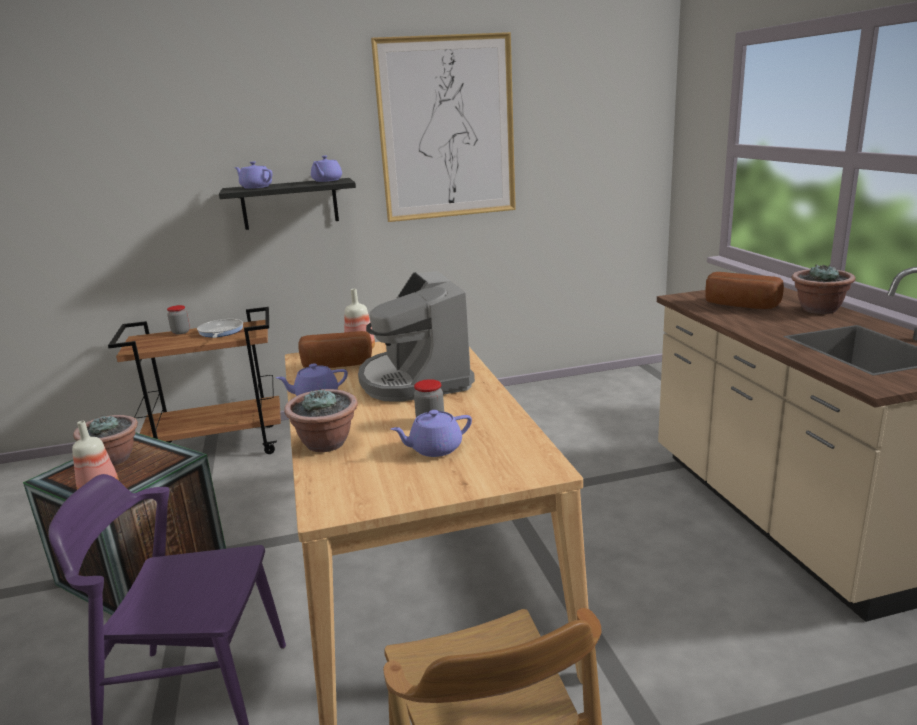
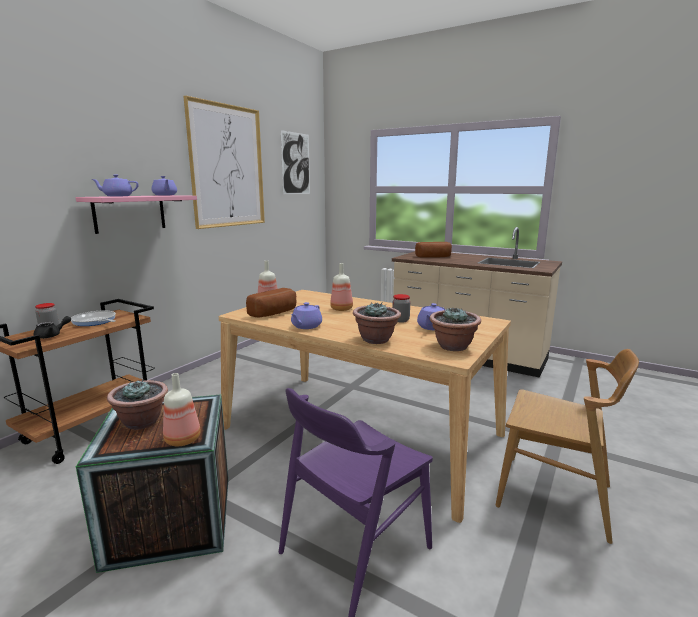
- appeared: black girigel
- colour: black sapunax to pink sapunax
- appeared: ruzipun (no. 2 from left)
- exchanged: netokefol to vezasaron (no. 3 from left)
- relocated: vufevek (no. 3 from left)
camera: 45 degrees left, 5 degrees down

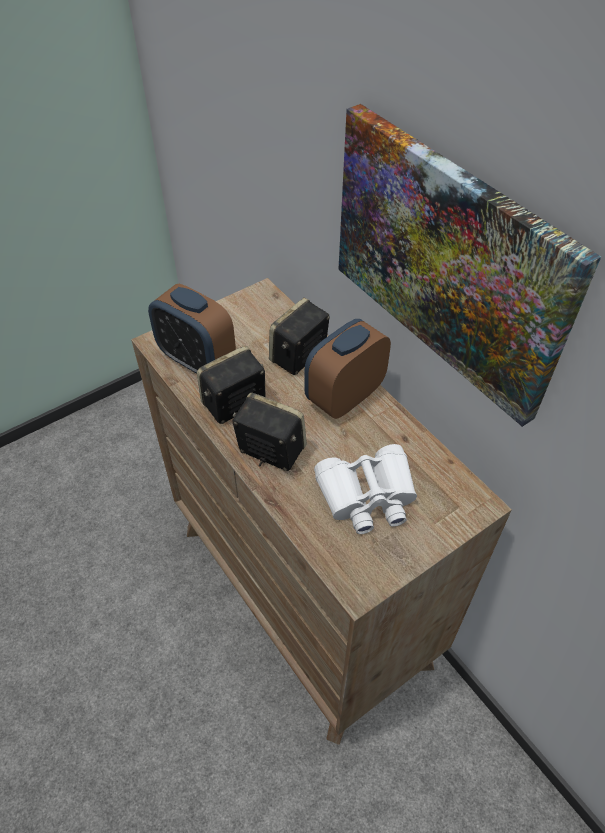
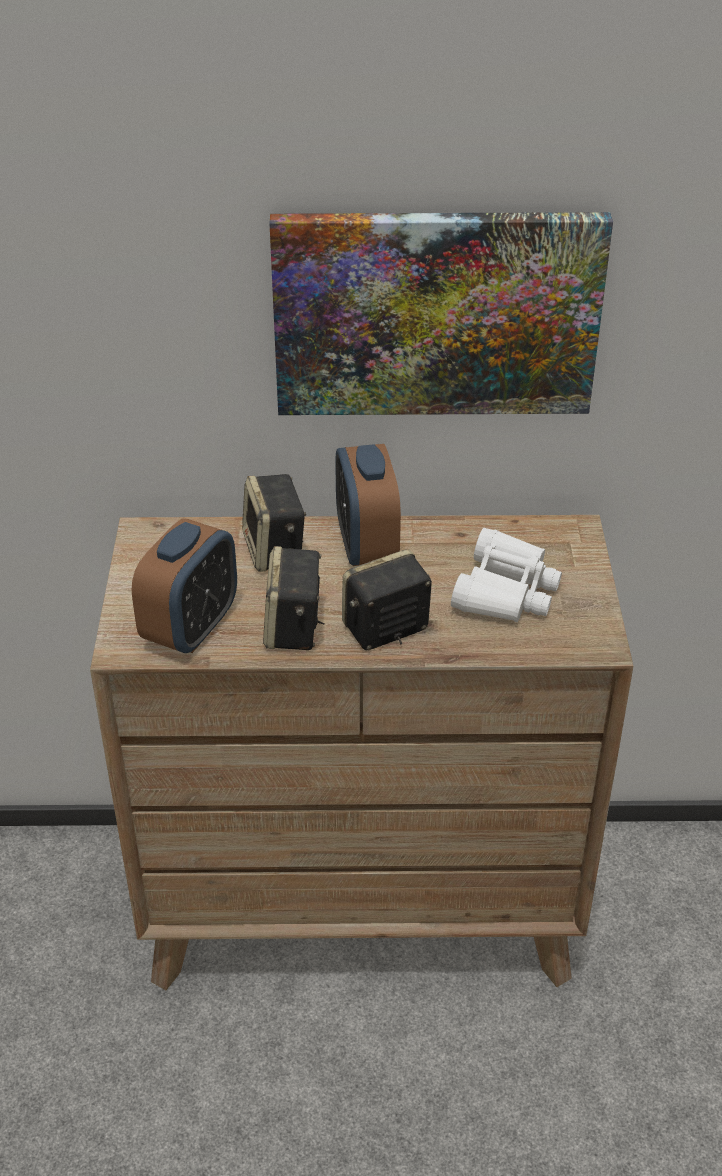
- spun: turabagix (no. 1 from left) 45 degrees counterclockwise
camera: 55 degrees left, 10 degrees down

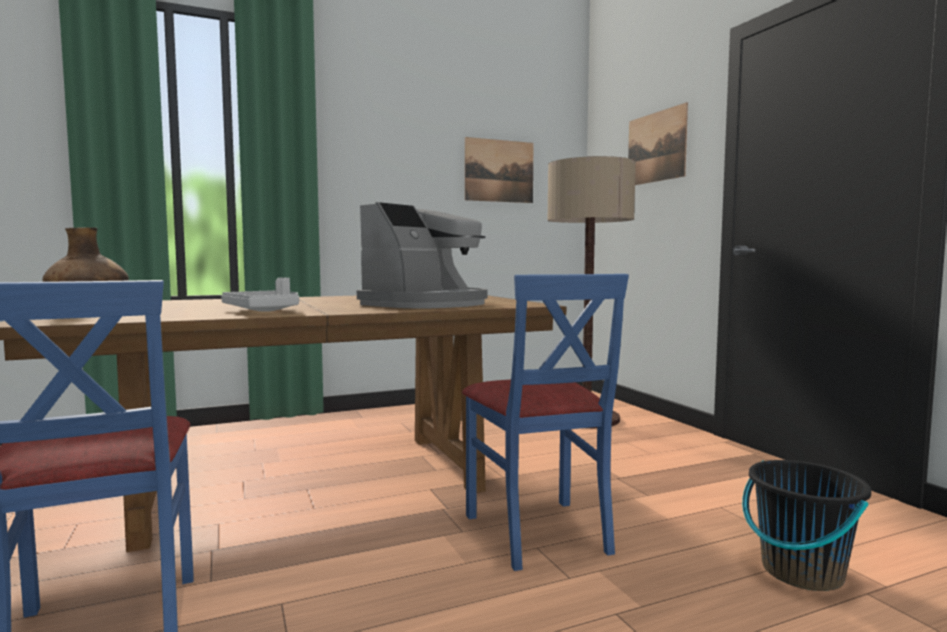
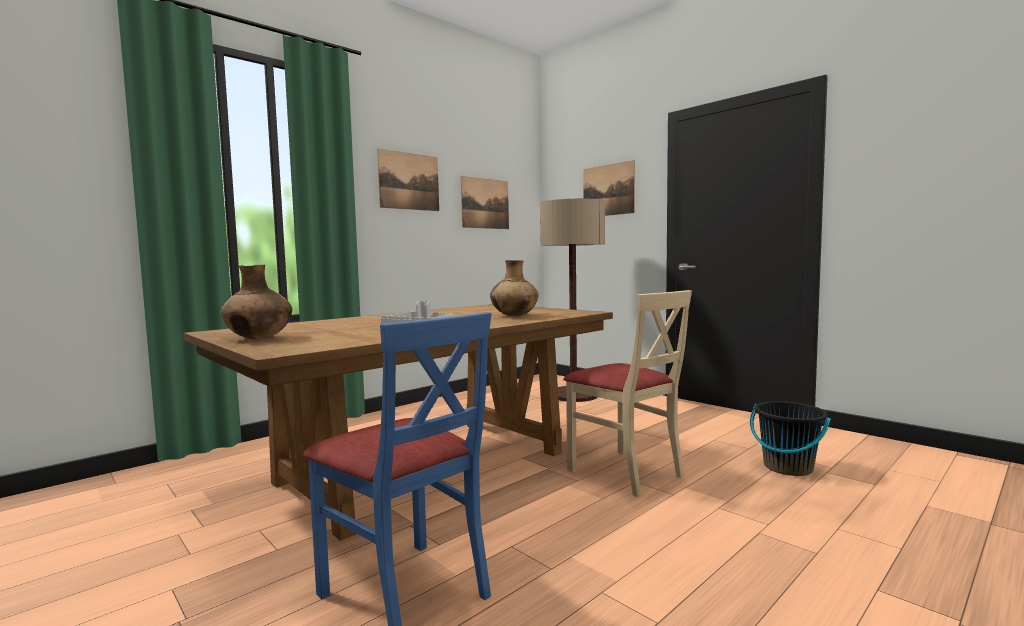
- appeared: ruzipun (no. 1 from left)
- exchanged: netokefol to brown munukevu (no. 2 from left)
- colour: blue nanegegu (no. 2 from left) to beige nanegegu
camera: 20 degrees left, 0 degrees up

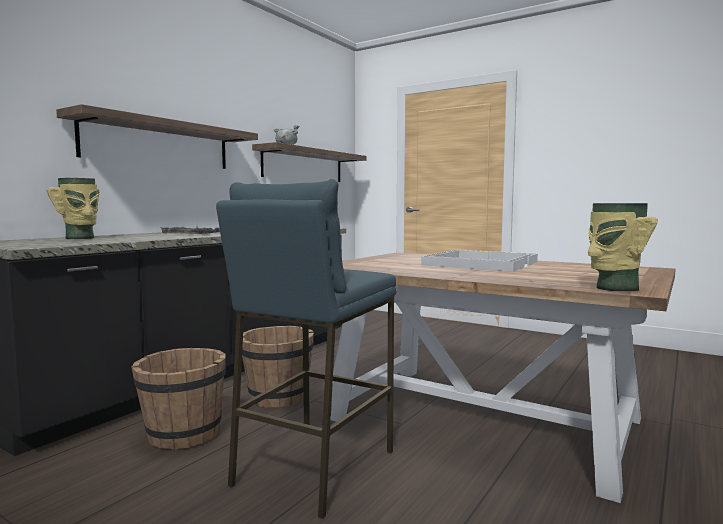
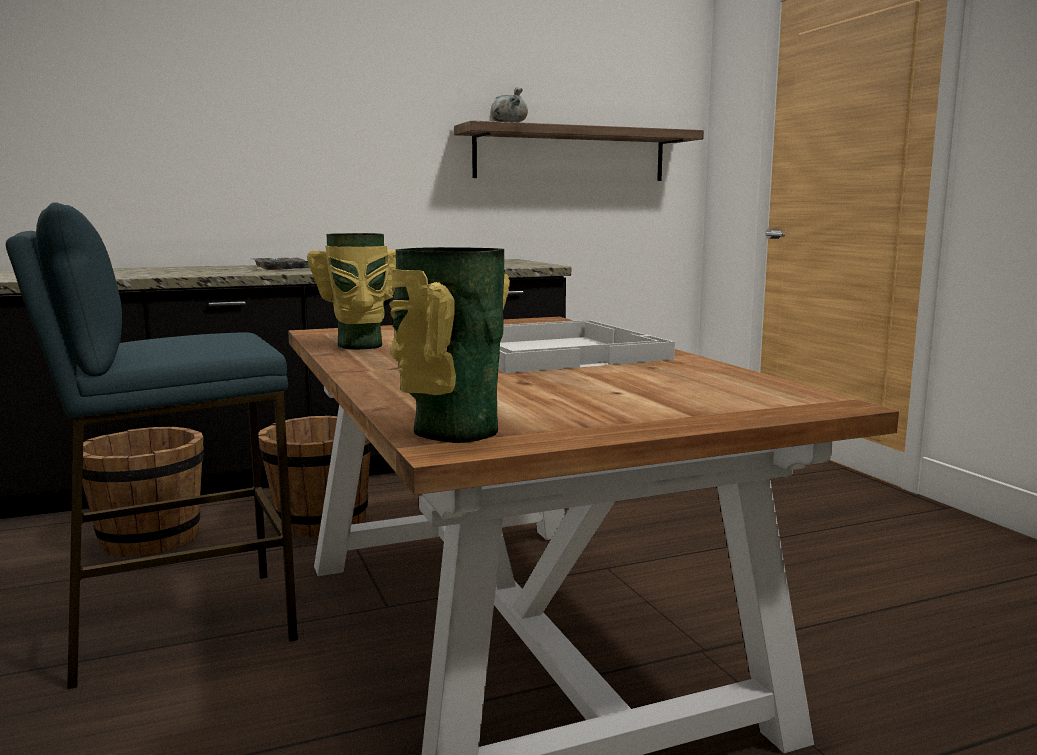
- relocated: munukevu (no. 1 from left)
- missing: sapunax (no. 1 from left)
camera: 35 degrees right, 5 degrees up

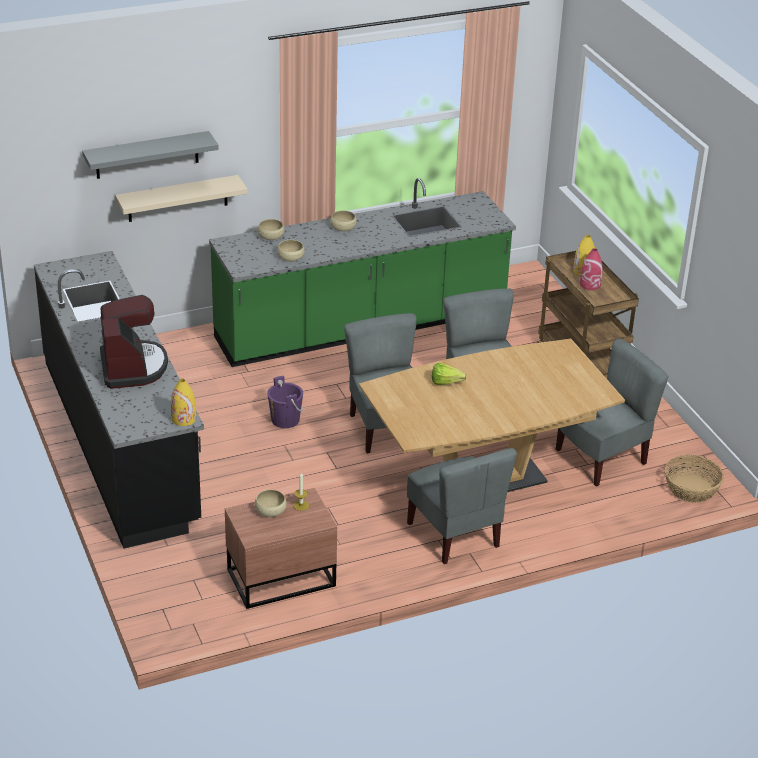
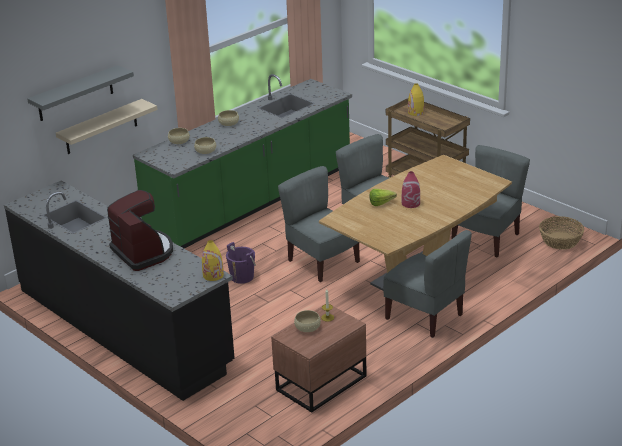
- relocated: red munukevu
camera: 20 degrees left, 5 degrees down

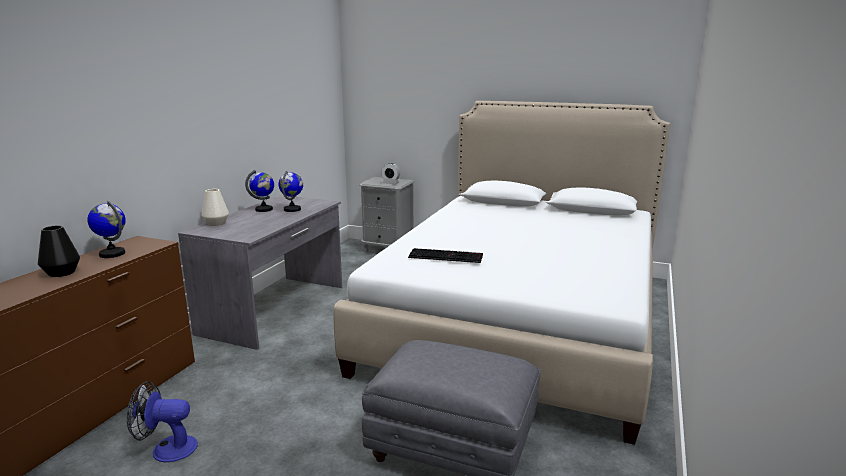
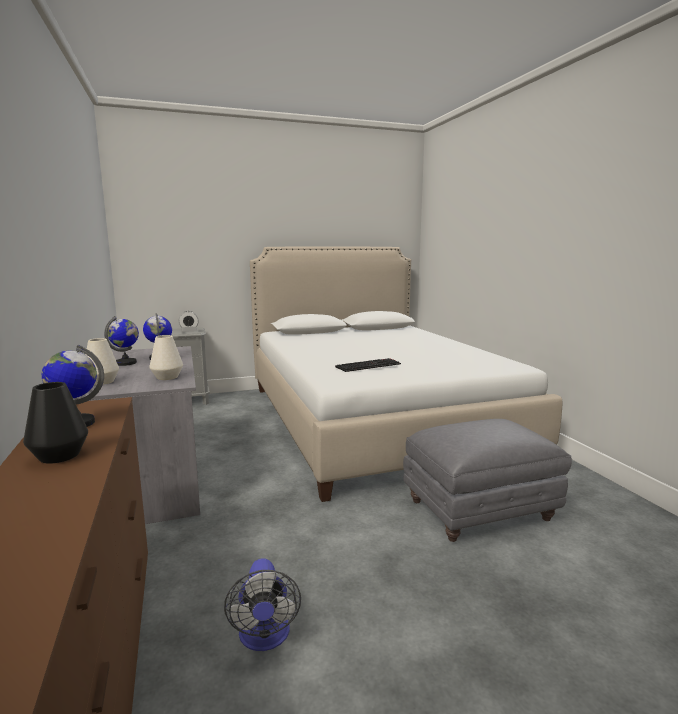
- appeared: white munukevu (no. 2 from left)
- spun: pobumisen 60 degrees counterclockwise
camera: 40 degrees left, 5 degrees down

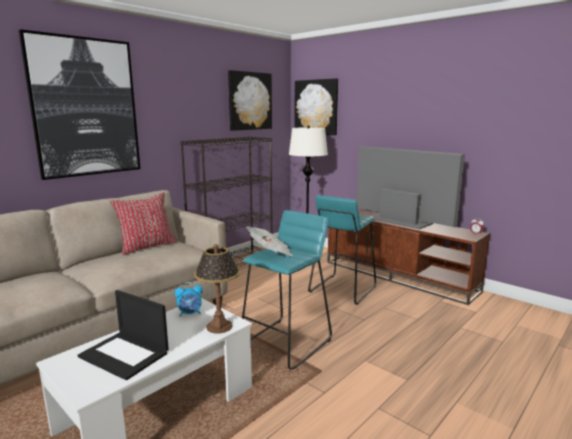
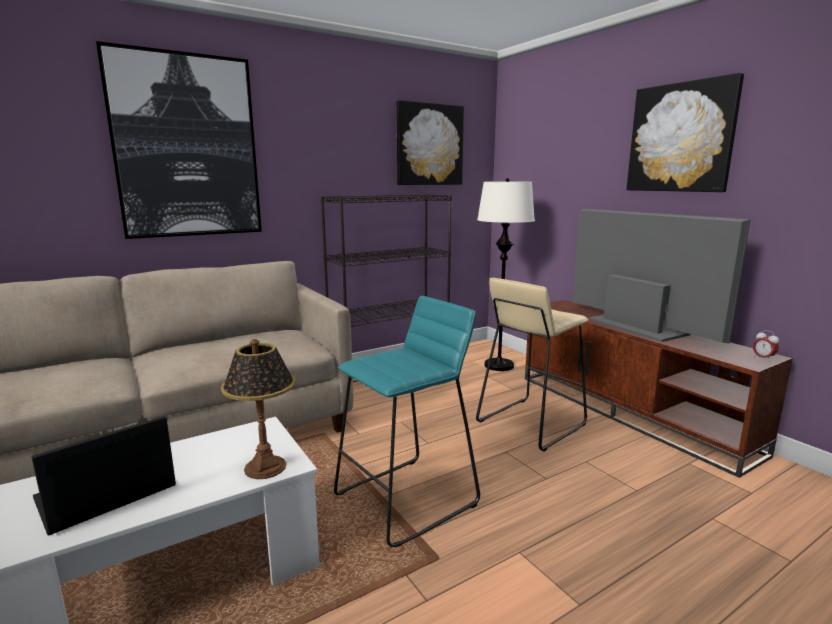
- spun: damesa 90 degrees clockwise
- colour: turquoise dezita (no. 2 from left) to beige dezita
- relocated: ruzipun (no. 3 from left)
- missing: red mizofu
- missing: turabagix (no. 1 from left)
- missing: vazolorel
camera: 15 degrees right, 0 degrees up

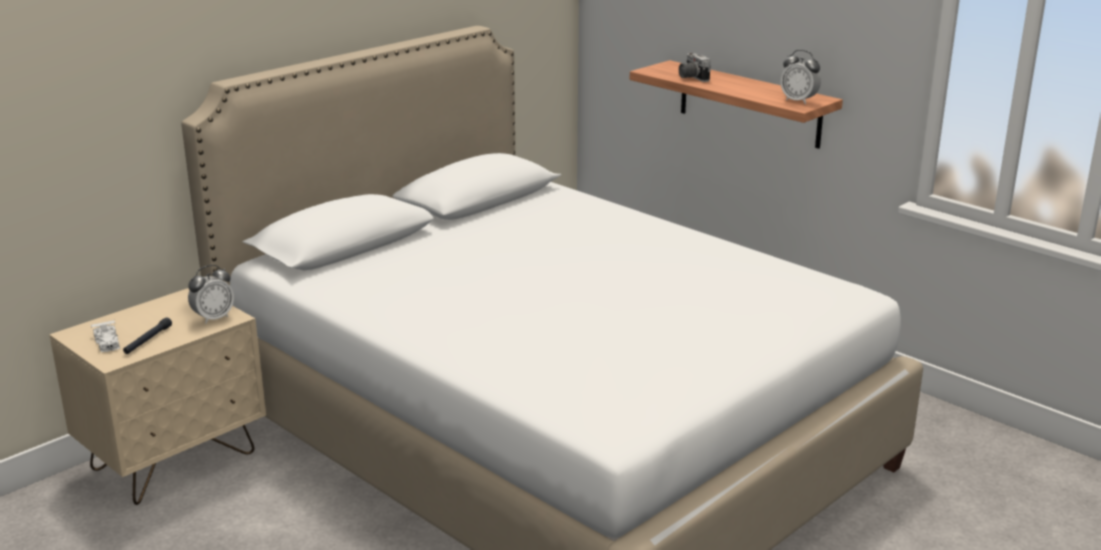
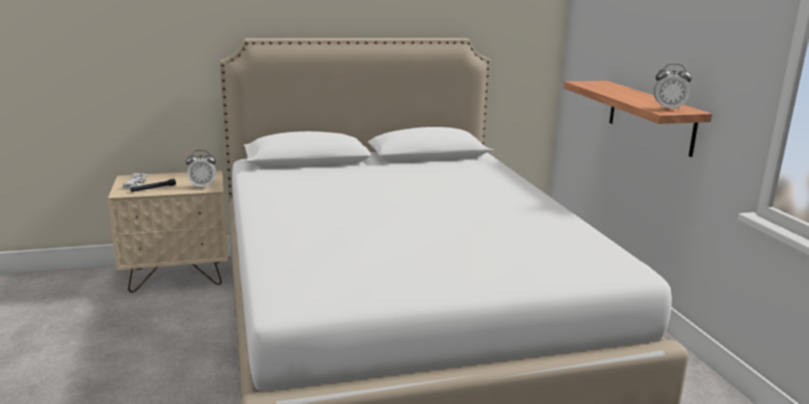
- spun: turabagix (no. 2 from left) 60 degrees counterclockwise
- missing: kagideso
camera: 30 degrees right, 5 degrees down

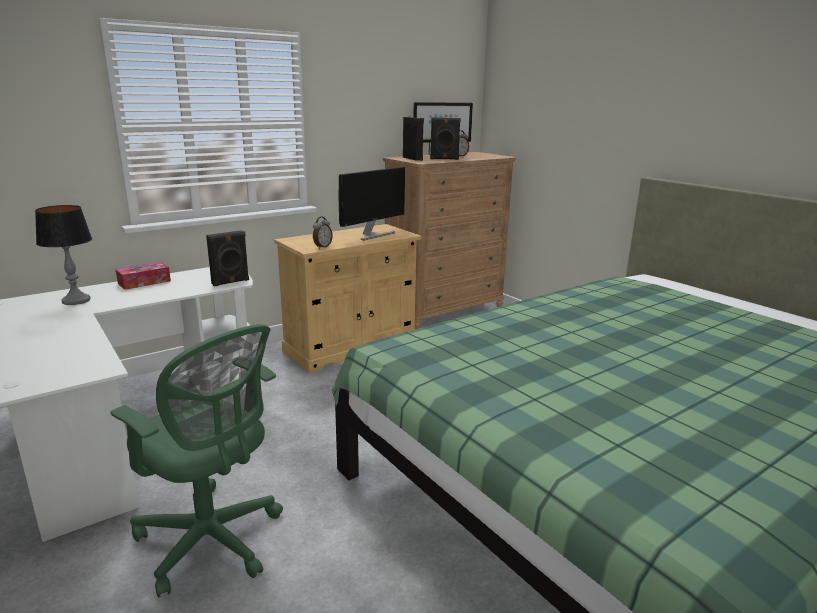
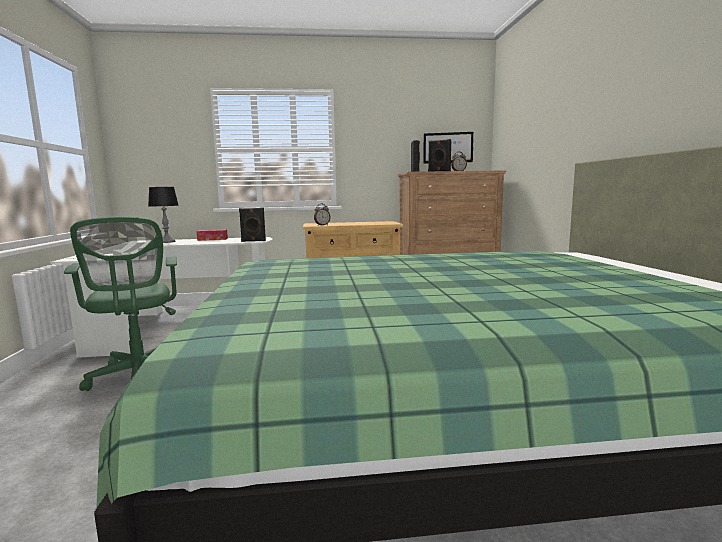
- missing: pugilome (no. 1 from left)
camera: 30 degrees right, 10 degrees down

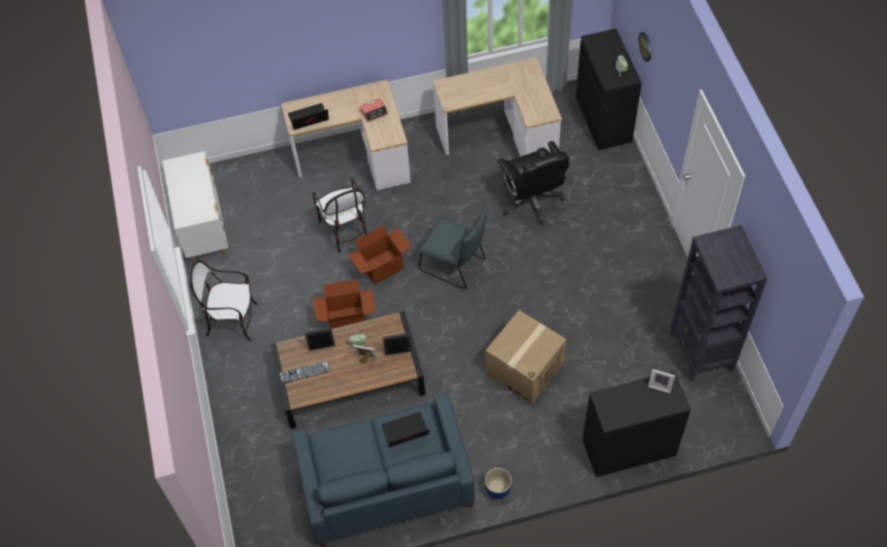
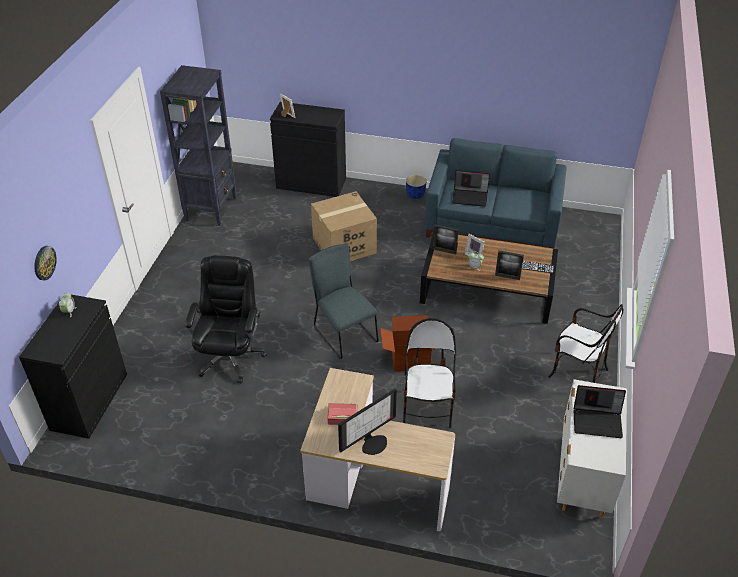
- appeared: pugilome
- relocated: damesa (no. 1 from left in the first image) to damesa (no. 2 from left)
- missing: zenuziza (no. 1 from left)
- missing: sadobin (no. 2 from left)
camera: 155 degrees left, 15 degrees down

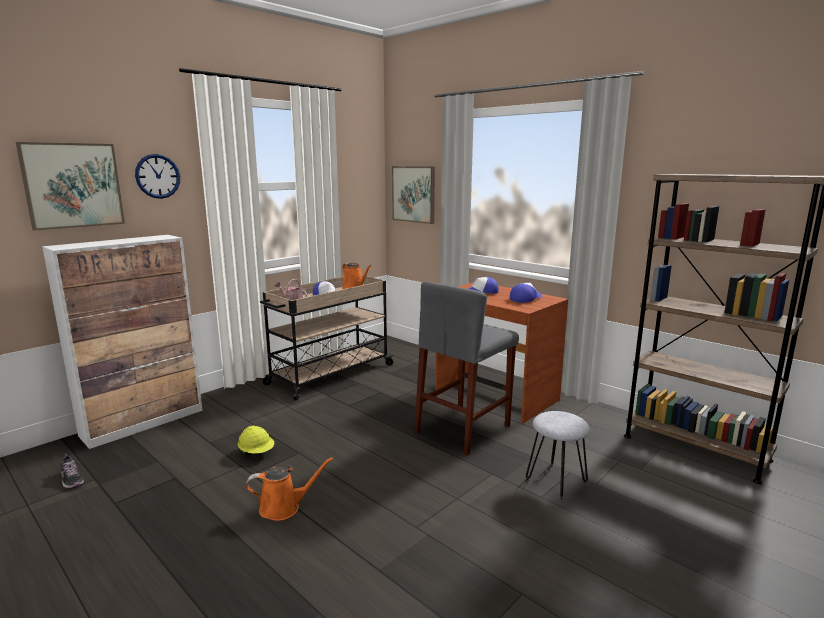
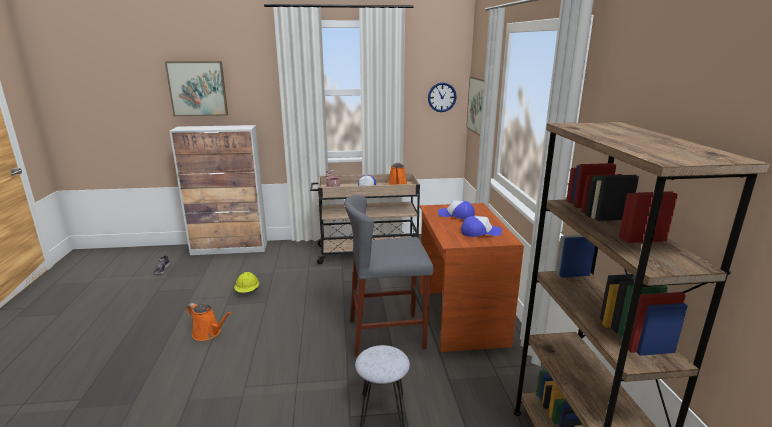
- relocated: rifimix
camera: 40 degrees right, 5 degrees up

